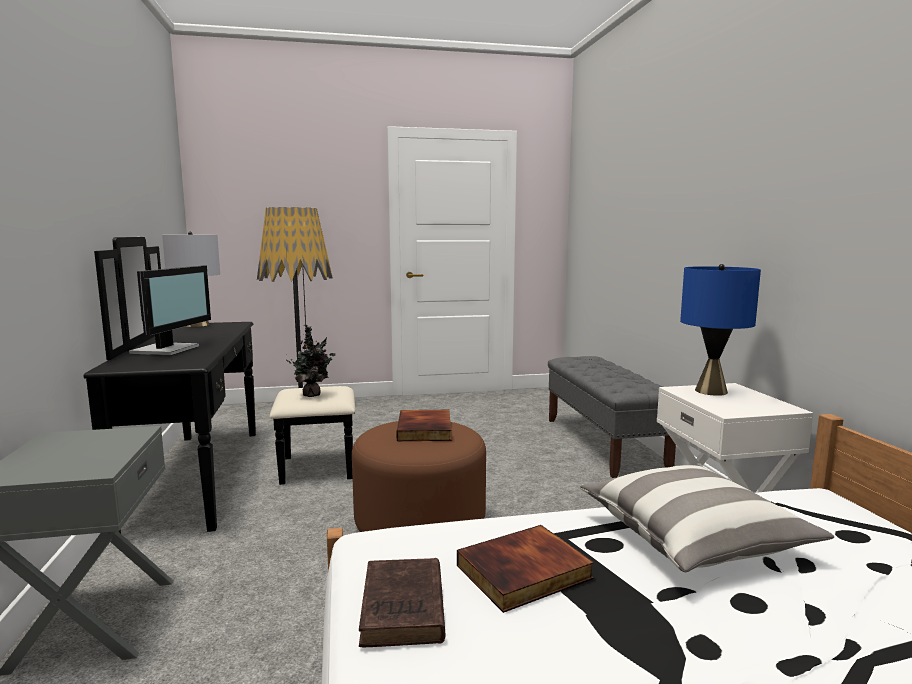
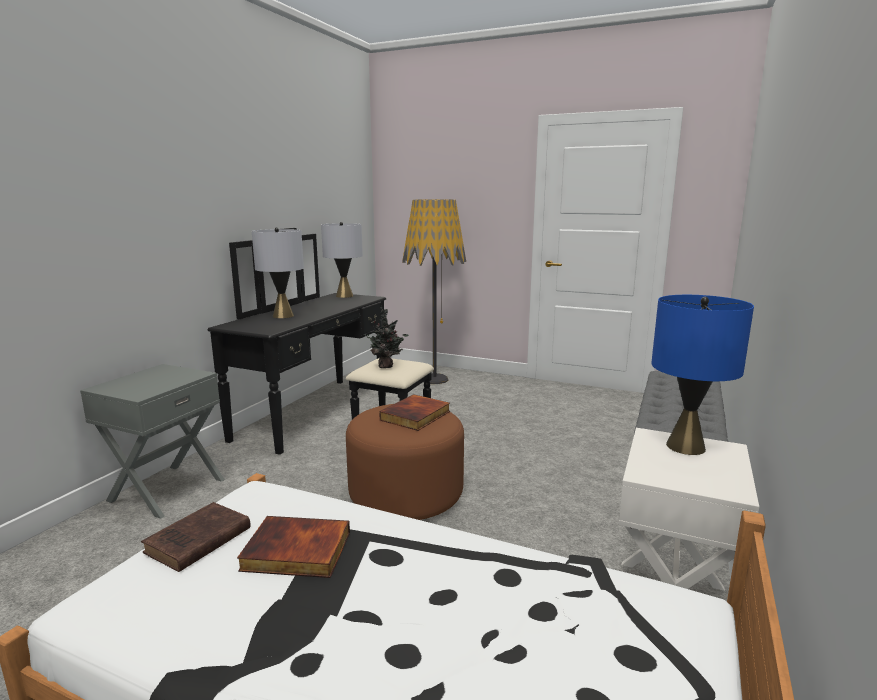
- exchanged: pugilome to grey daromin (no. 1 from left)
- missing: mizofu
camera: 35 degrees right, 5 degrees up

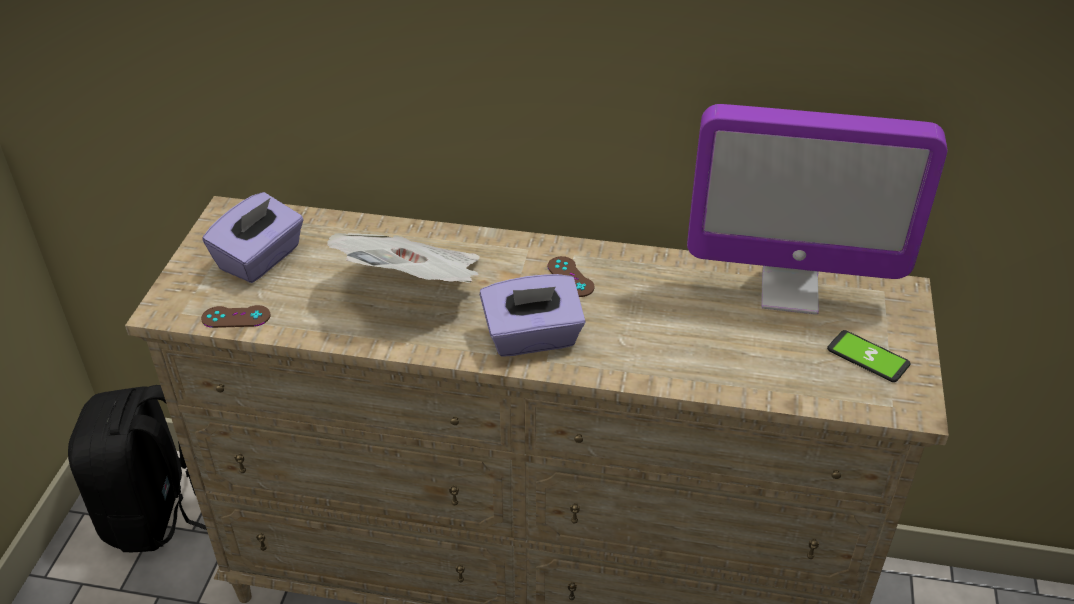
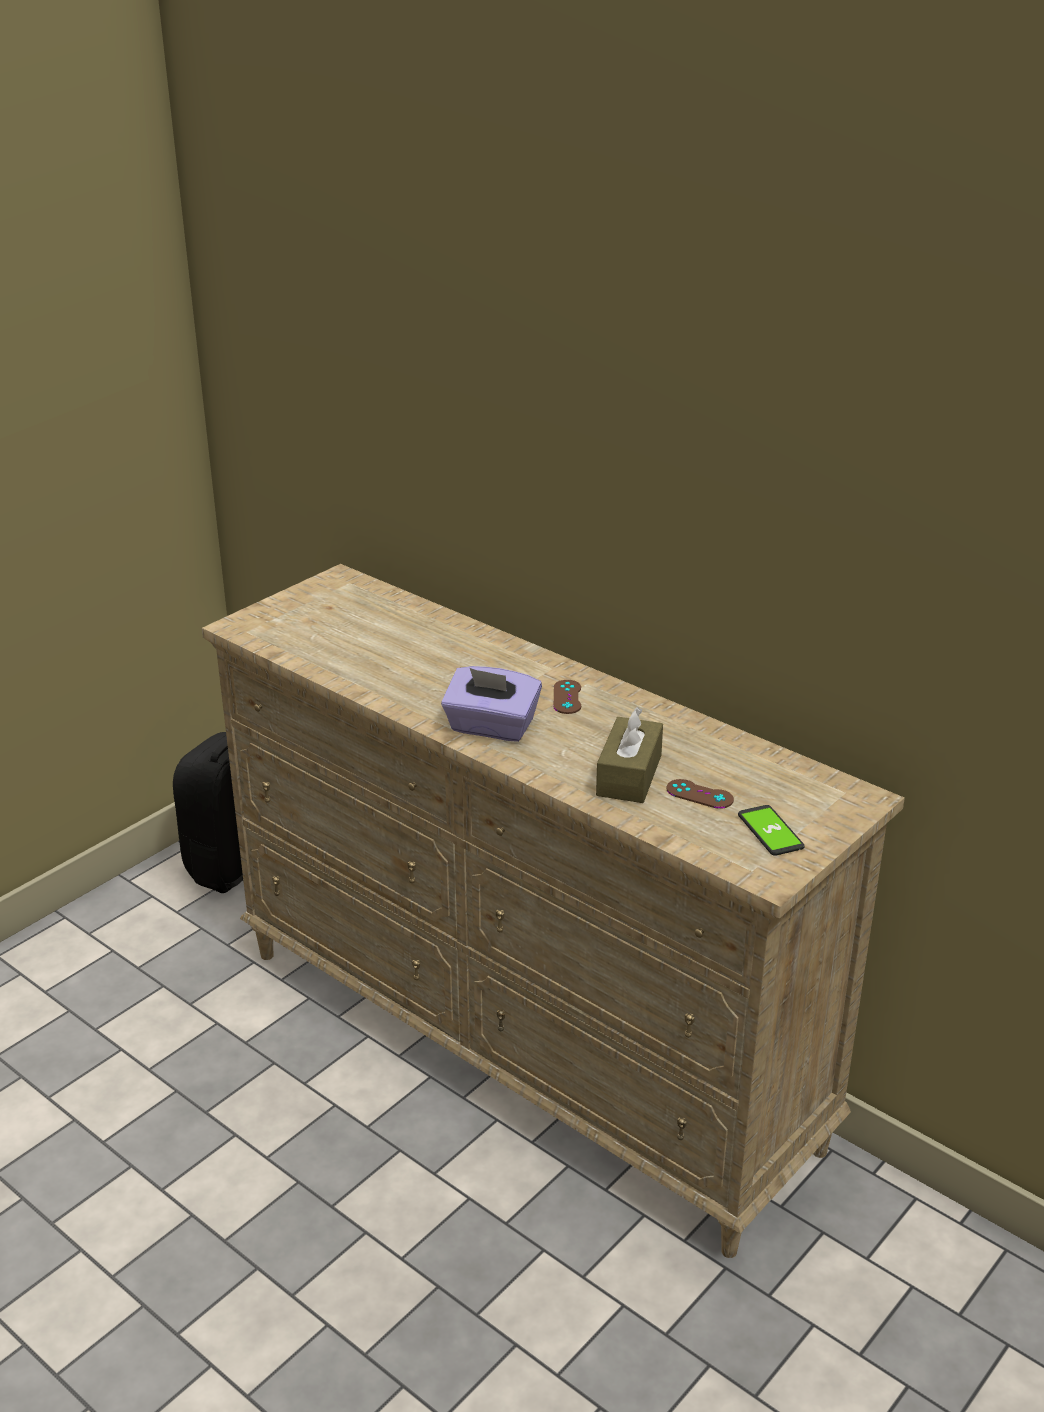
- appeared: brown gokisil
- relocated: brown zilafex (no. 1 from left in the first image) to brown zilafex (no. 2 from left)
- missing: purple gokisil (no. 1 from left)
- missing: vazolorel
- missing: pugilome
camera: 30 degrees right, 10 degrees down

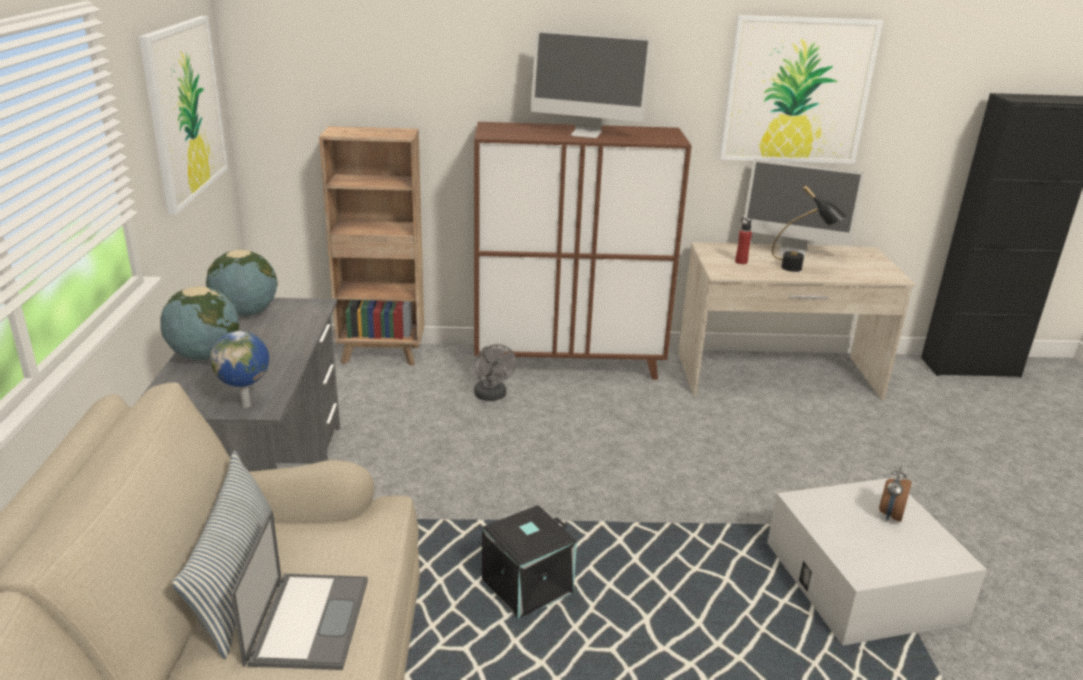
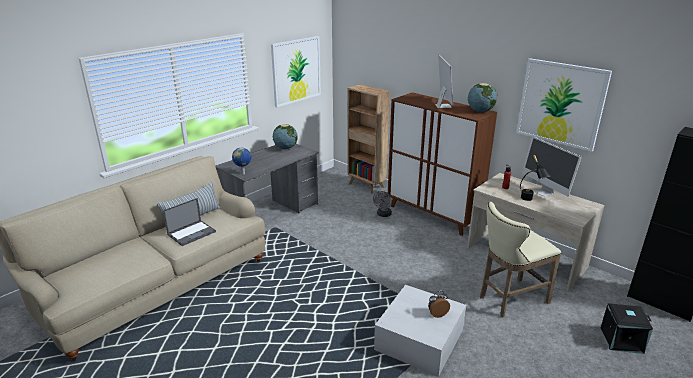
- spun: pugilome (no. 1 from left) 150 degrees counterclockwise
- relocated: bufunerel (no. 1 from left in the first image) to bufunerel (no. 3 from left)
- appeared: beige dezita
- relocated: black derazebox
camera: 45 degrees right, 0 degrees up

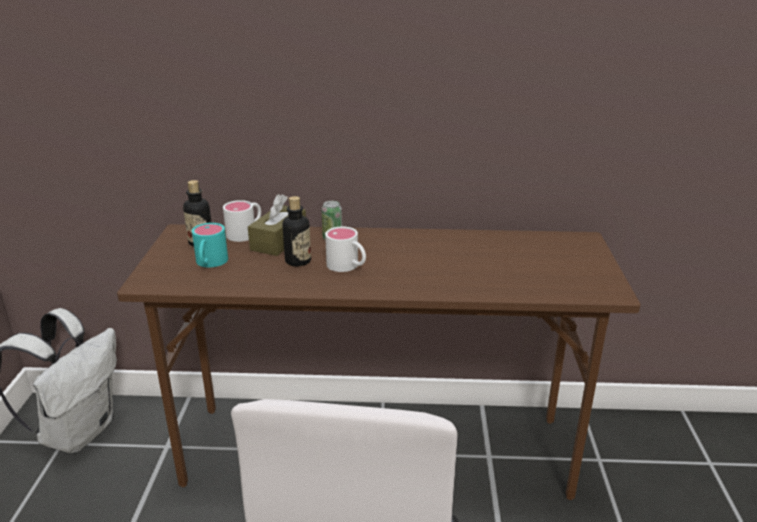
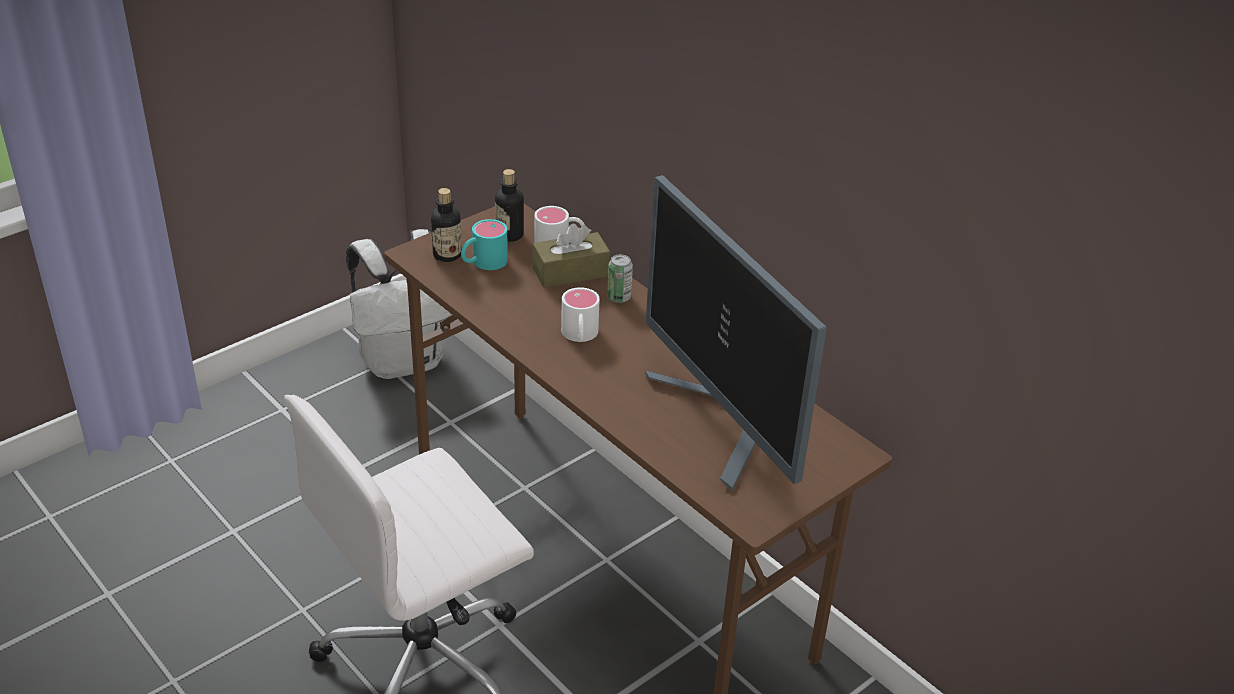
- relocated: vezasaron (no. 2 from left in the first image) to vezasaron (no. 1 from left)
- appeared: pugilome
camera: 45 degrees right, 10 degrees up

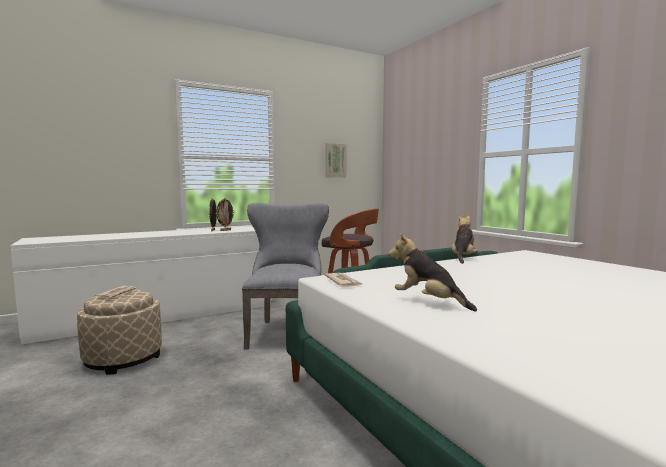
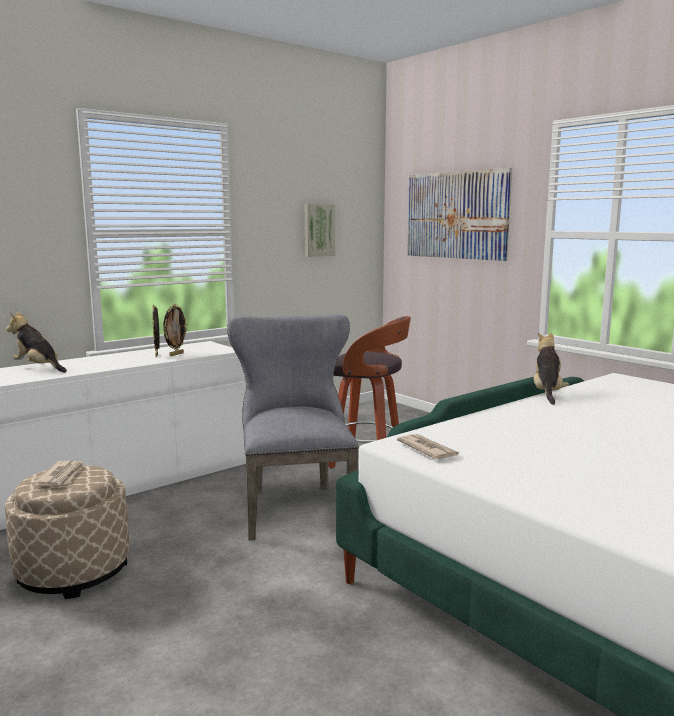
- relocated: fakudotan (no. 1 from left)
- appeared: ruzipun (no. 2 from left)
camera: 10 degrees left, 5 degrees up

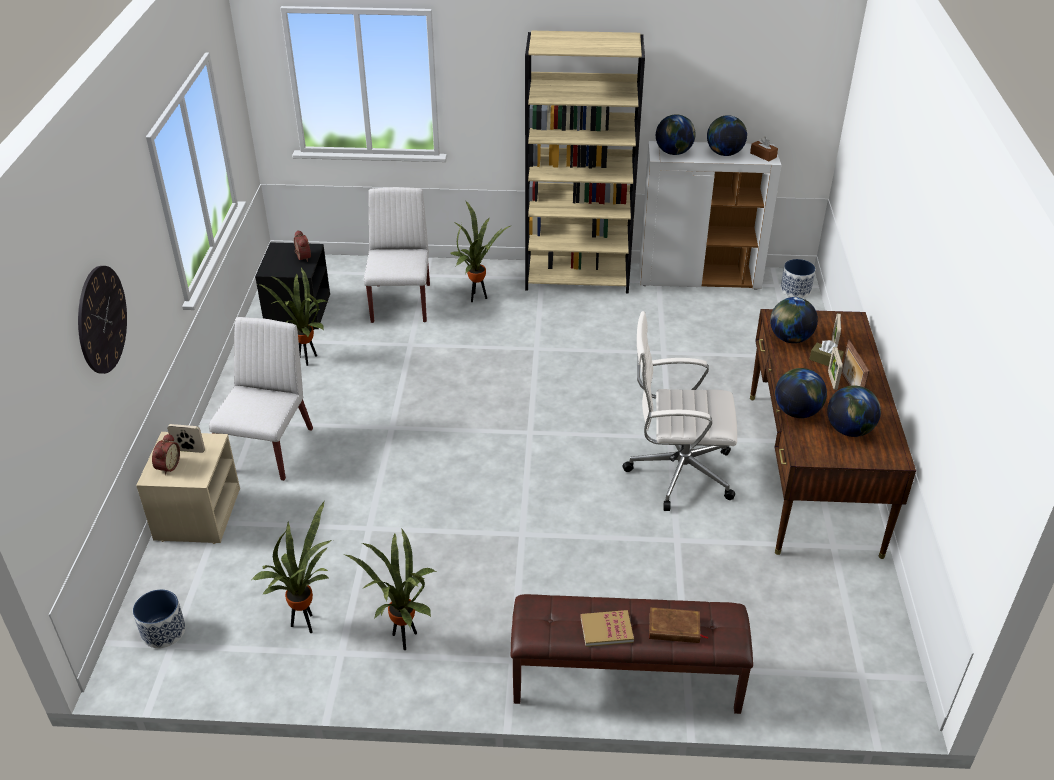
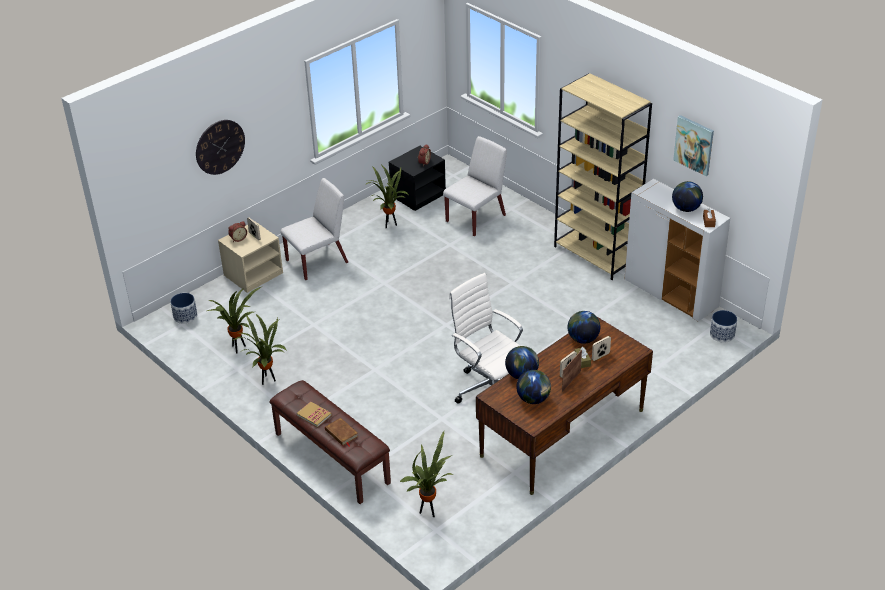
- relocated: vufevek (no. 4 from left)
- appeared: ruzipun
- missing: bufunerel (no. 1 from left)
camera: 45 degrees right, 0 degrees up

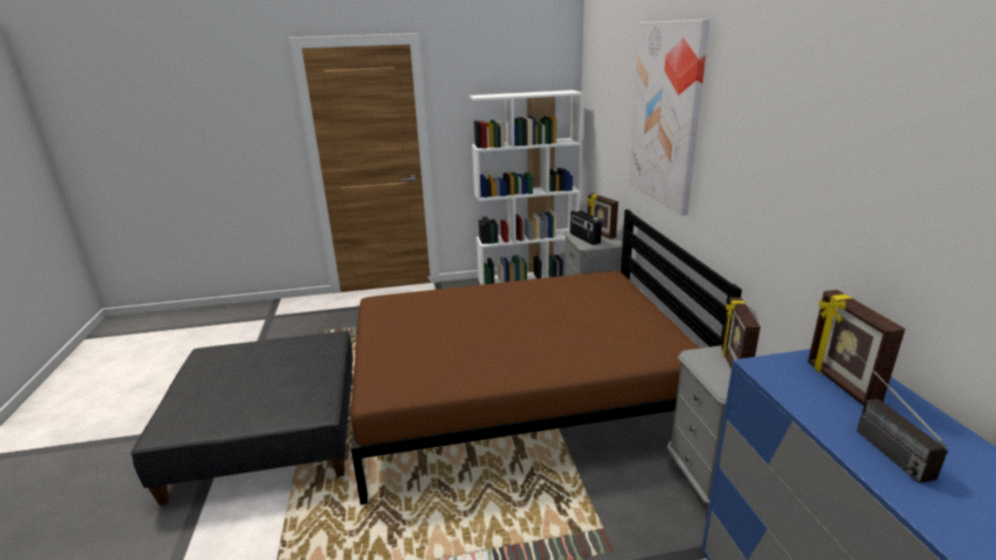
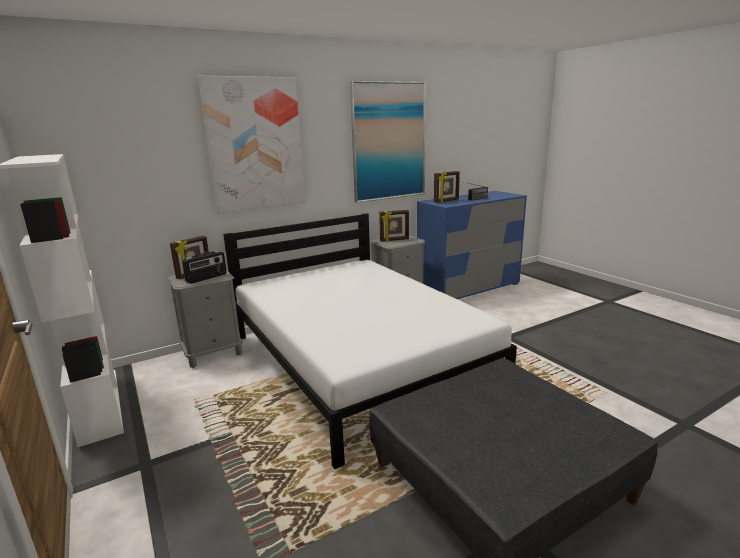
- colour: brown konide to white konide
- appeared: ruzipun (no. 2 from left)
camera: 110 degrees left, 5 degrees down

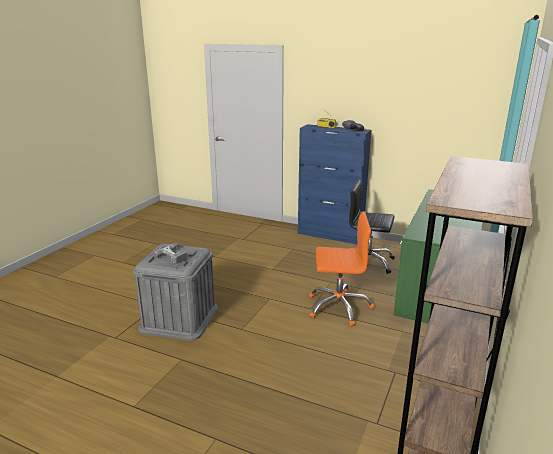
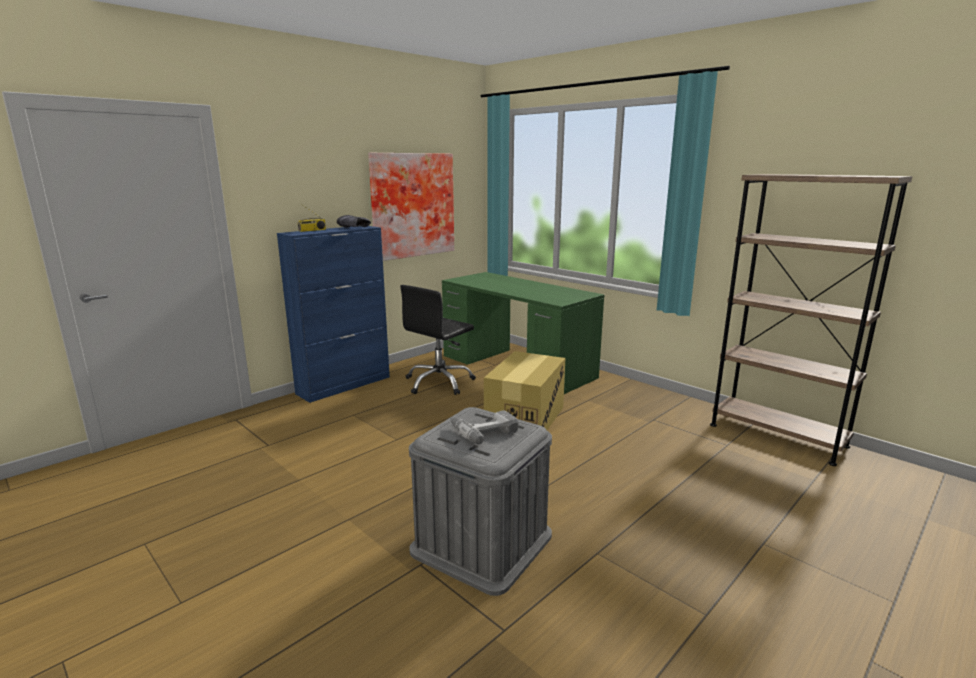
- appeared: ruzipun
- exchanged: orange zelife to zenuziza
camera: 70 degrees left, 5 degrees down

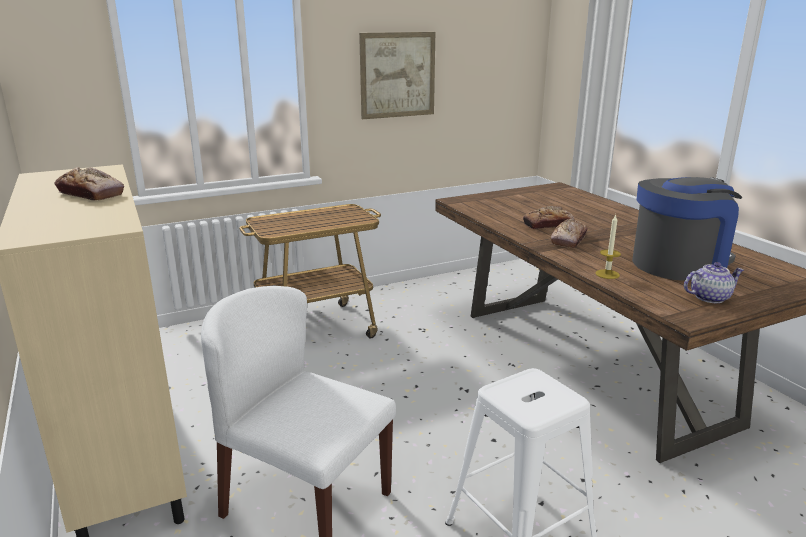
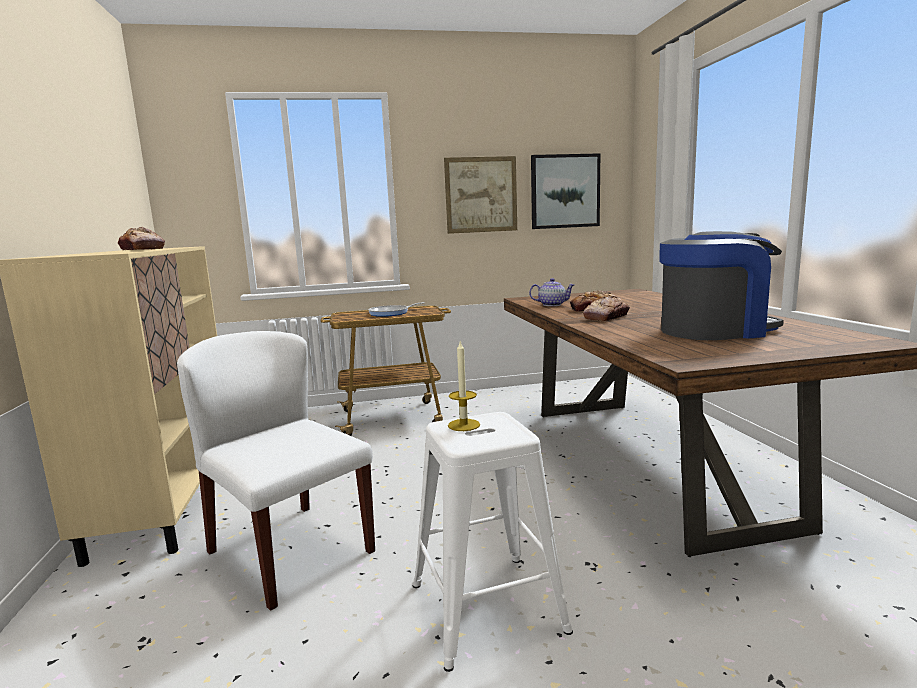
- appeared: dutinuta
- relocated: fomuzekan
- relocated: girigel
- appeared: ruzipun (no. 2 from left)
camera: 15 degrees right, 10 degrees down

